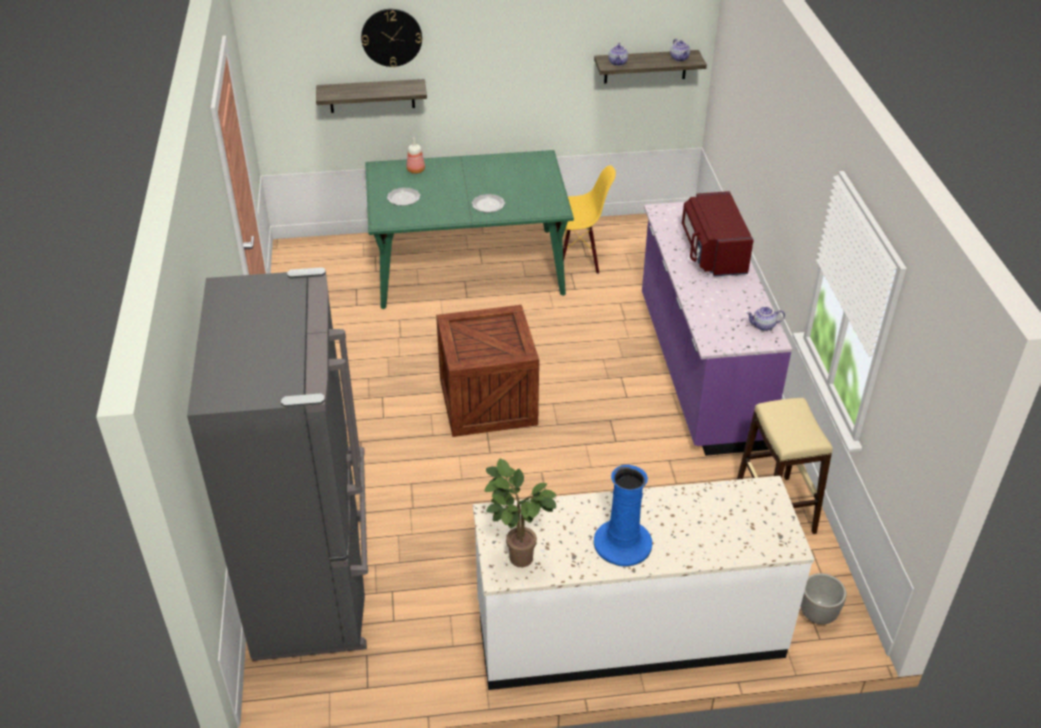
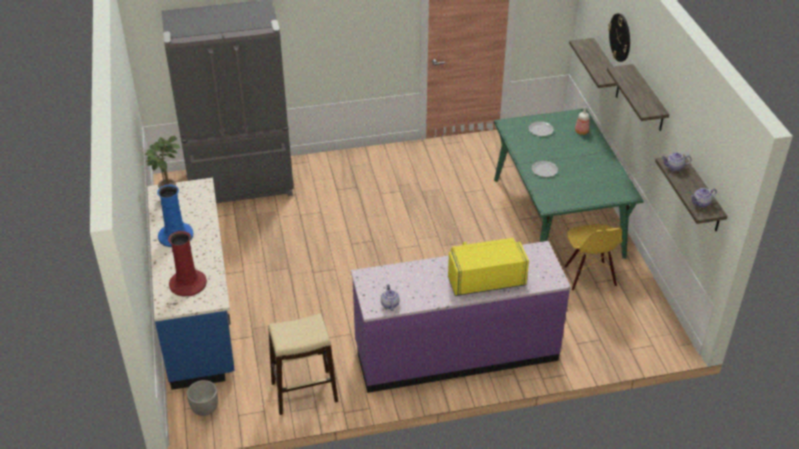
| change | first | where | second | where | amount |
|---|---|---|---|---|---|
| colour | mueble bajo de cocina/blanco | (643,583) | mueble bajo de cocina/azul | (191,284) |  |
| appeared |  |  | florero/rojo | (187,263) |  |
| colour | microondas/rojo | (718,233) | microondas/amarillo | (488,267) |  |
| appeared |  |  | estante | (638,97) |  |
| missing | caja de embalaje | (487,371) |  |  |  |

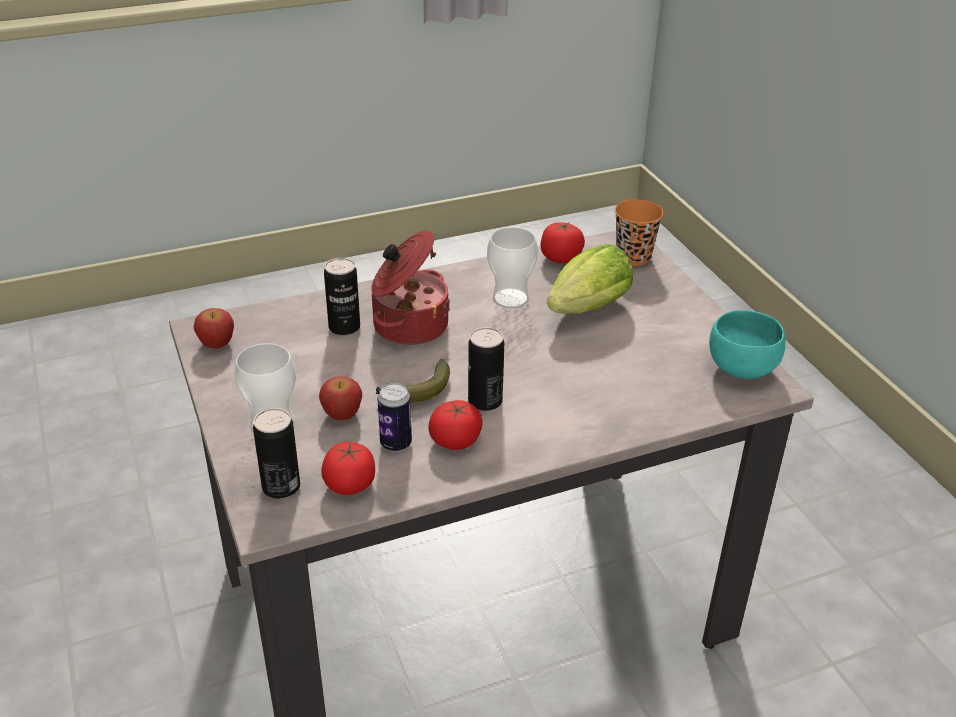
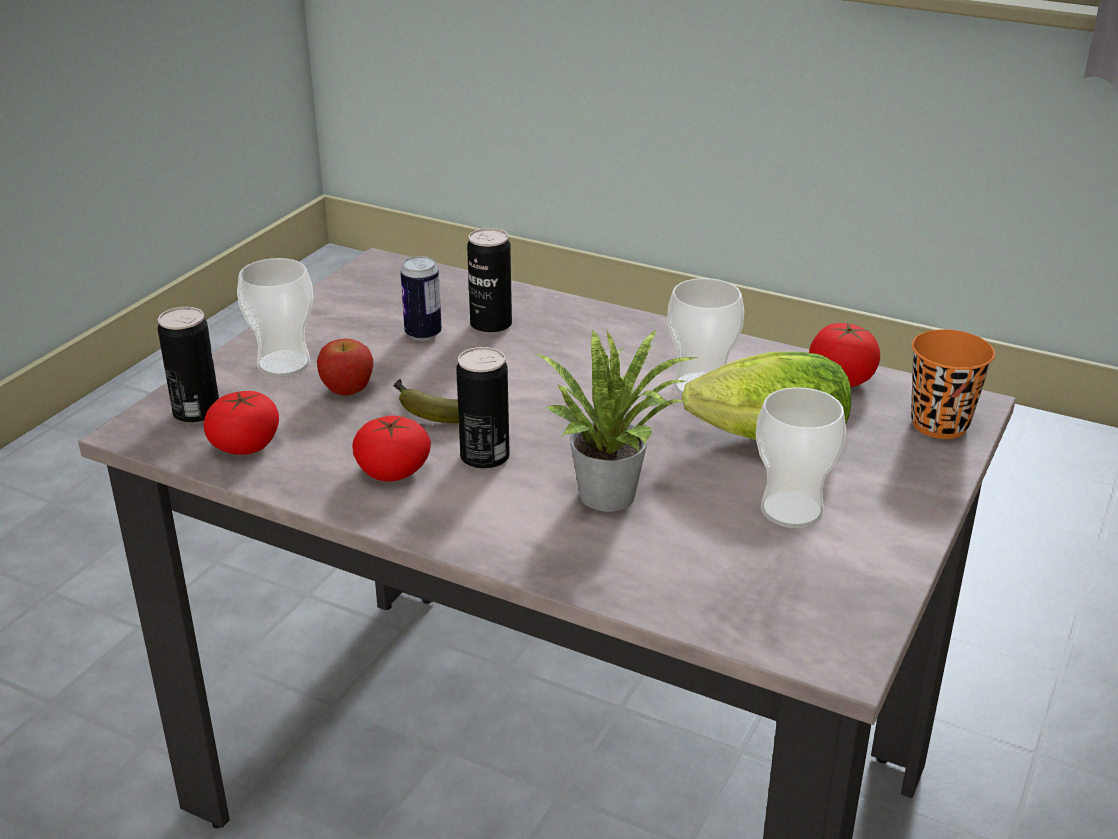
| change | first | where | second | where | amount |
|---|---|---|---|---|---|
| relocated | lata | (394,417) |  | (421,298) |  |
| appeared |  |  | planta en maceta | (616,420) |  |
| appeared |  |  | taza | (801,457) |  |
| missing | manzana | (214,328) |  |  |  |
| missing | olla | (410,287) |  |  |  |
| missing | cuenco/turquesa | (747,344) |  |  |  |

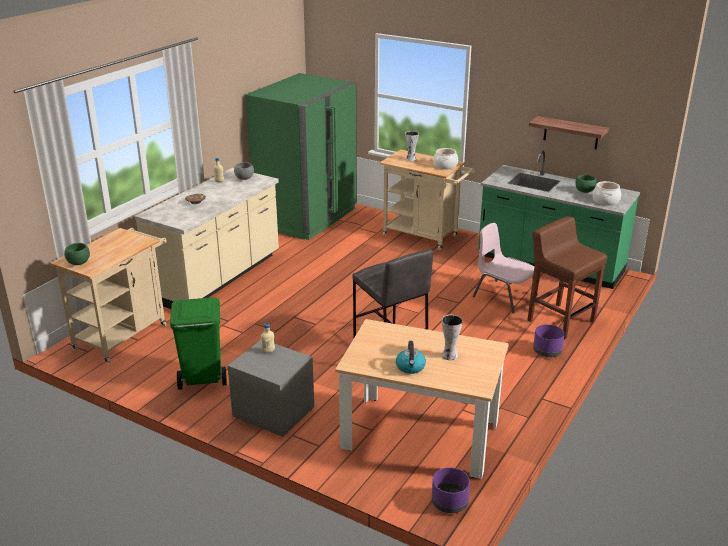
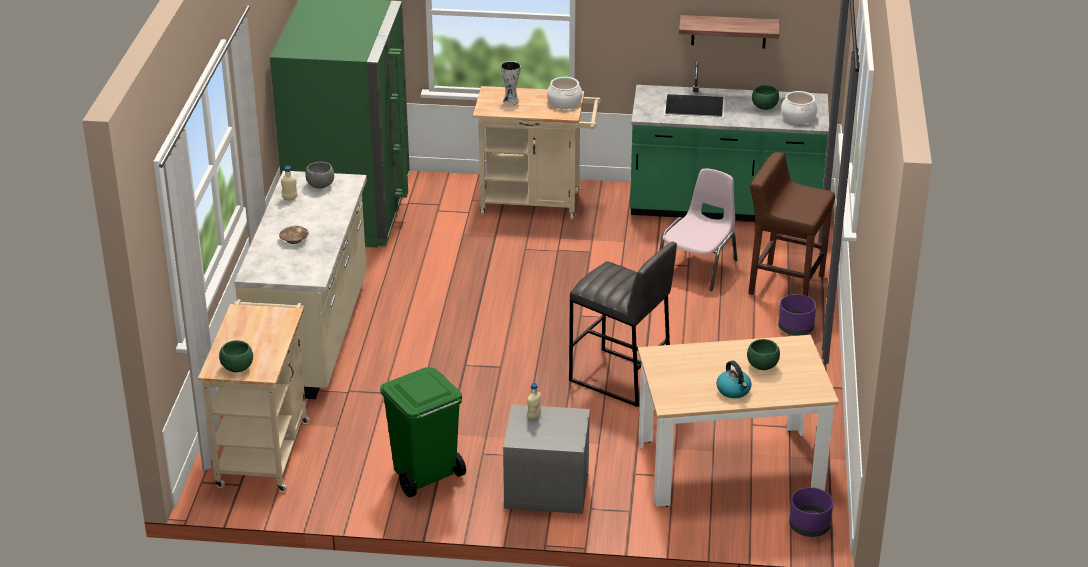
| change | first | where | second | where | amount |
|---|---|---|---|---|---|
| spun | silla/rosa | (505,268) |  | (698,230) | 105 degrees clockwise |
| exchanged | florero | (452,337) | cuenco/verde | (763,354) |  |

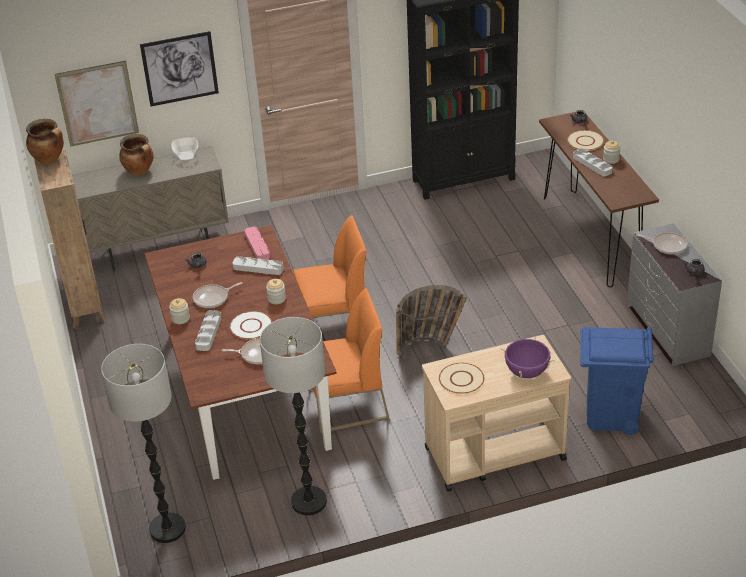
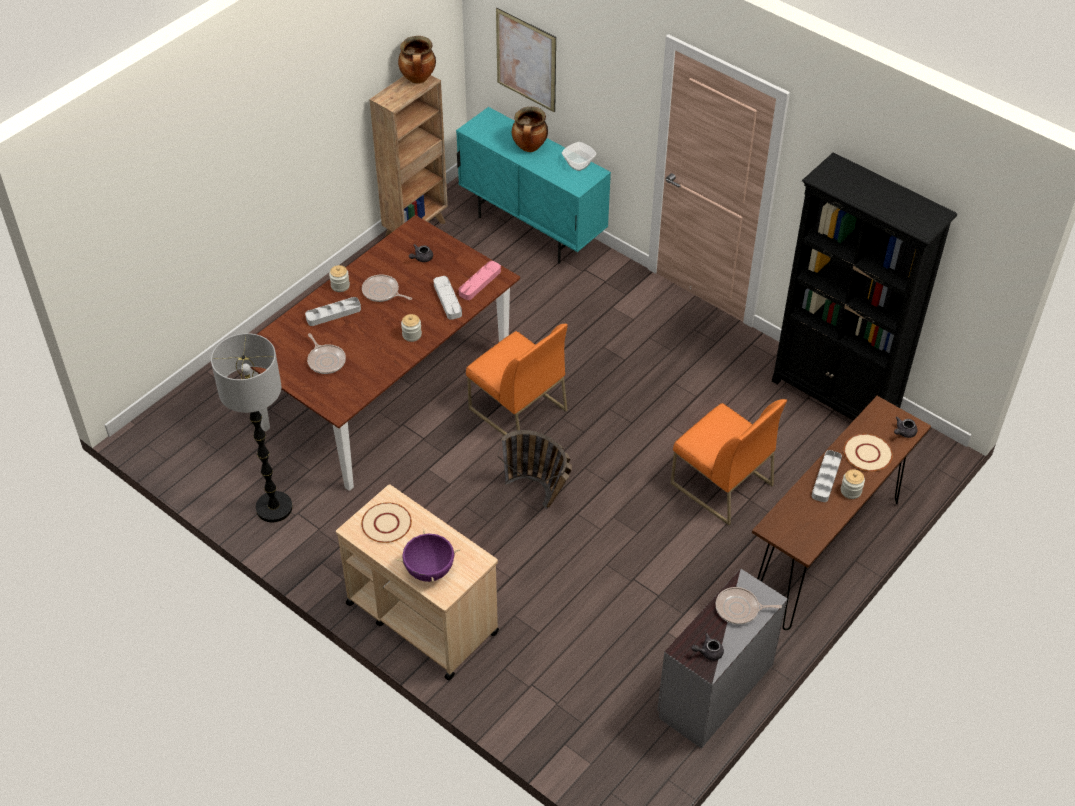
| change | first | where | second | where | amount |
|---|---|---|---|---|---|
| colour | armario/beis | (150,208) | armario/turquesa | (533,185) |  |
| relocated | silla/naranja | (348,360) |  | (729,462) |  |
| spun | sartén | (662,243) |  | (748,606) | 105 degrees clockwise |
| missing | lámpara de pie | (143,443) |  |  |  |
| missing | cuadro | (179,68) |  |  |  |
| missing | plato/blanco | (250,325) |  |  |  |
| missing | papelera/azul | (617,381) |  |  |  |

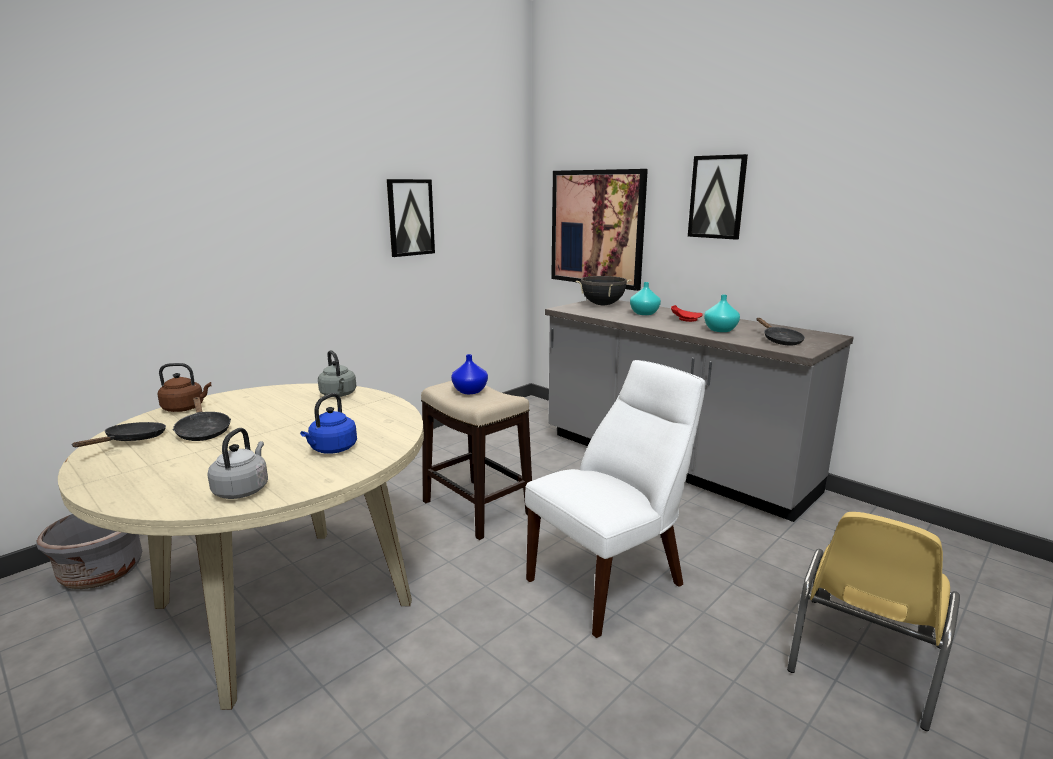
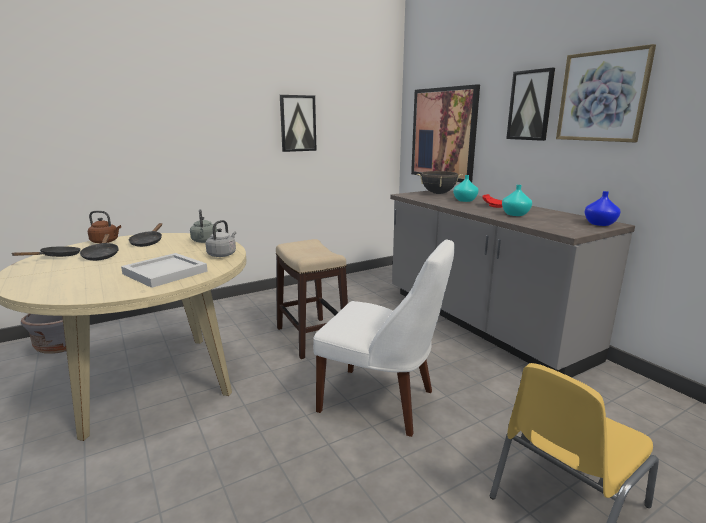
| change | first | where | second | where | amount |
|---|---|---|---|---|---|
| exchanged | hervidor/azul | (328,423) | bandeja/blanco | (164,270) |  |
| relocated | sartén/negro | (781,332) |  | (145,235) |  |
| relocated | hervidor/gris | (237,463) |  | (220,238) |  |
| spun | silla/blanco | (615,499) |  | (384,338) | 45 degrees clockwise |
| appeared |  |  | cuadro | (606,93) |  |
| relocated | florero/azul | (469,374) |  | (603,208) |  |

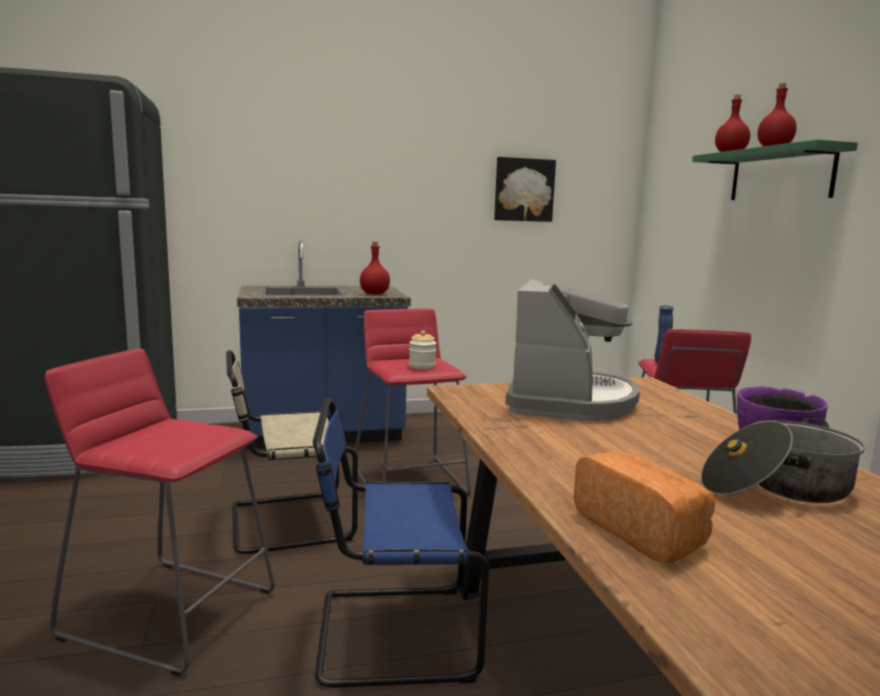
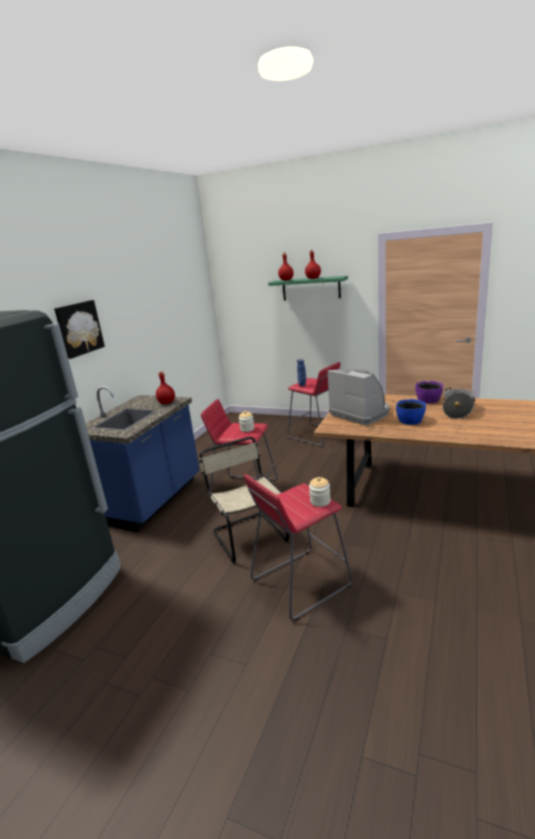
| change | first | where | second | where | amount |
|---|---|---|---|---|---|
| relocated | cuadro | (525,189) |  | (79,329) |  |
| spun | silla/beis | (292,452) |  | (244,500) | 135 degrees clockwise |
| appeared |  |  | tarro | (320,492) |  |
| appeared |  |  | cuenco/azul | (411,412) |  |
| missing | silla/azul | (401,543) |  |  |  |
| missing | pan | (644,507) |  |  |  |

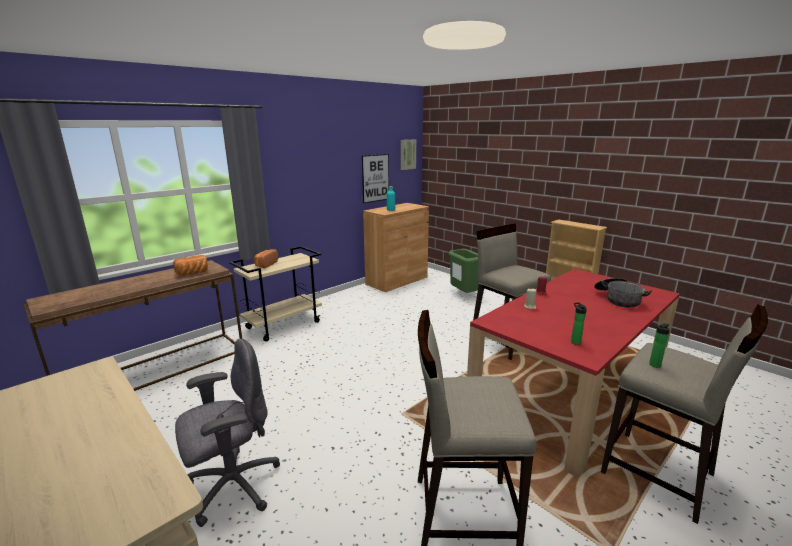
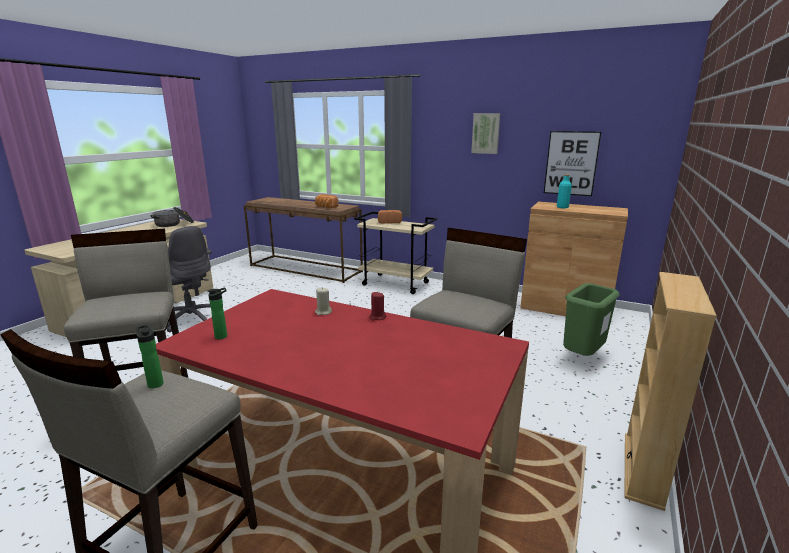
| change | first | where | second | where | amount |
|---|---|---|---|---|---|
| relocated | olla | (623,293) |  | (172,217) |  |
| relocated | cuadro | (408,154) |  | (485,133) |  |

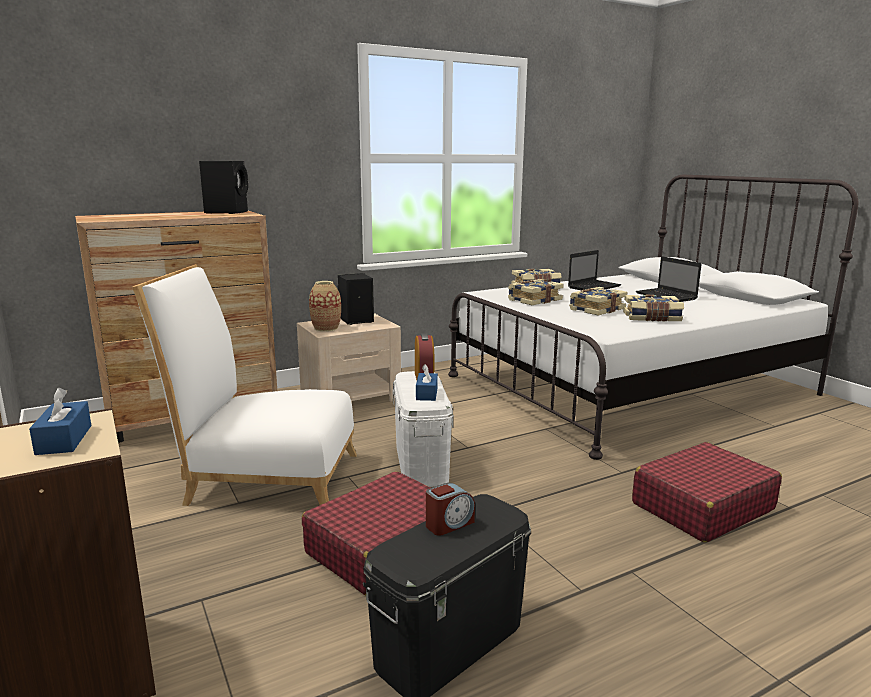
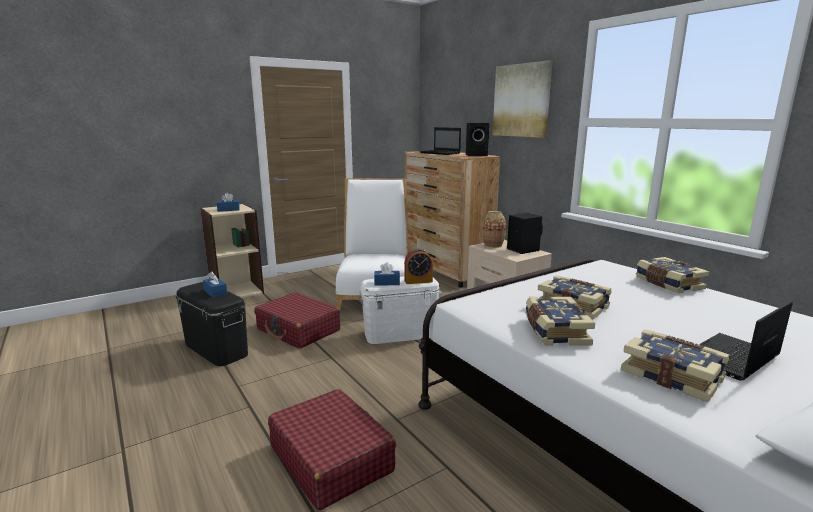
| change | first | where | second | where | amount |
|---|---|---|---|---|---|
| exchanged | despertador | (450,509) | caja de pañuelos/azul | (215,284) |  |
| relocated | portátil | (594,270) |  | (440,141) |  |
| appeared |  |  | cuadro | (522,99) |  |
| relocated | libro | (536,292) |  | (675,365) |  |

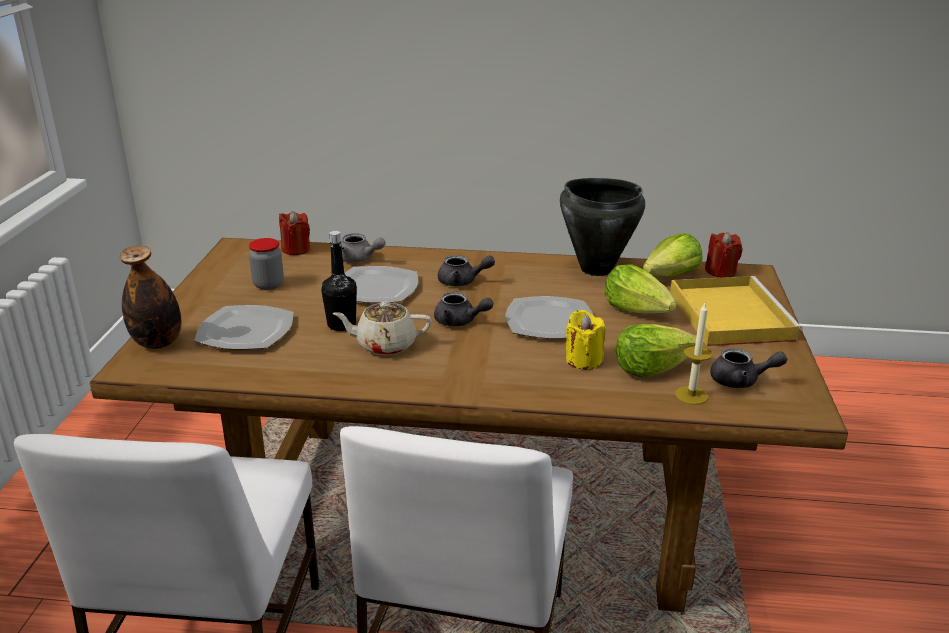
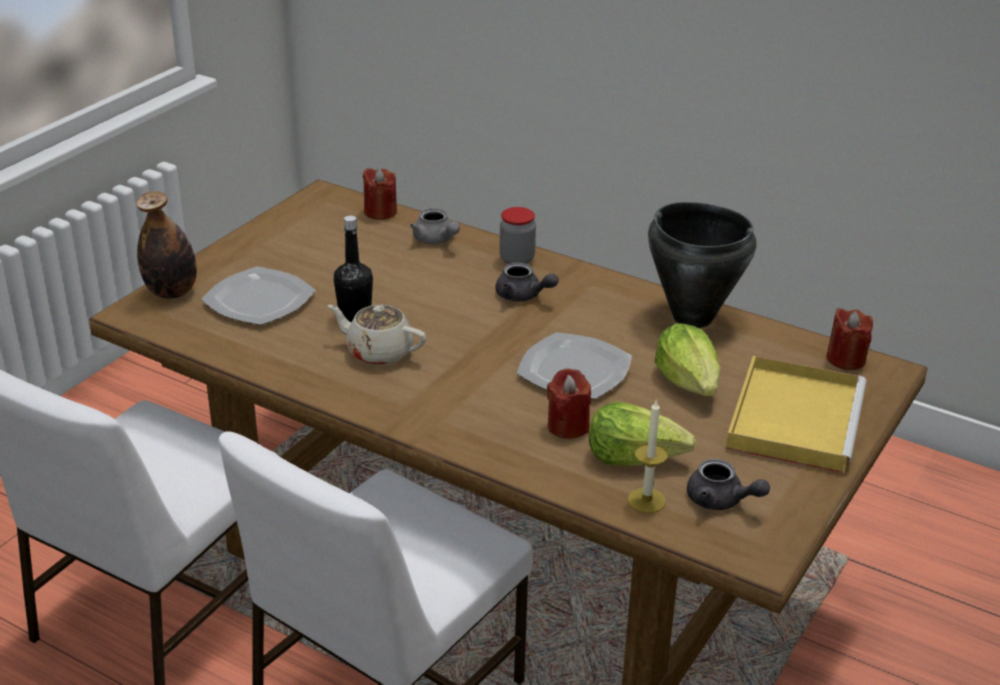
| change | first | where | second | where | amount |
|---|---|---|---|---|---|
| relocated | tarro | (266,264) |  | (518,235) |  |
| colour | vela/amarillo | (586,340) | vela/rojo | (569,403) |  |
| missing | plato | (381,284) |  |  |  |
| missing | tetera/gris | (463,309) |  |  |  |
| missing | lechuga | (672,254) |  |  |  |

